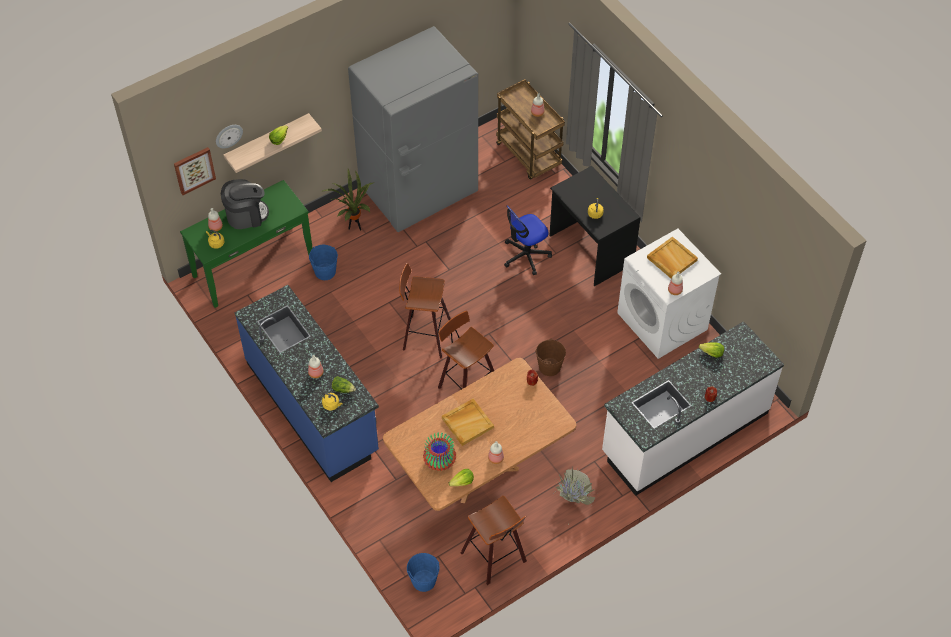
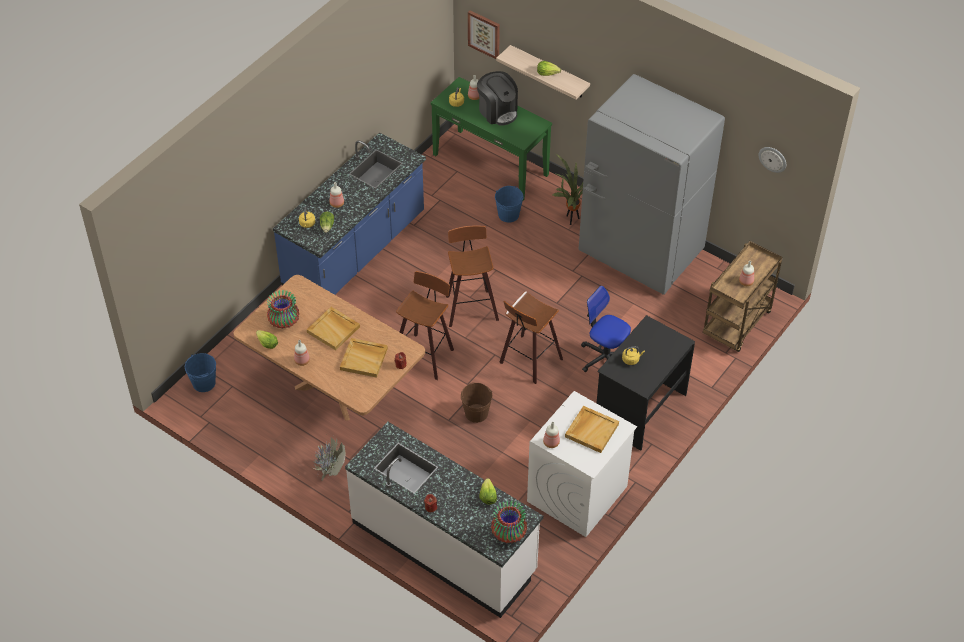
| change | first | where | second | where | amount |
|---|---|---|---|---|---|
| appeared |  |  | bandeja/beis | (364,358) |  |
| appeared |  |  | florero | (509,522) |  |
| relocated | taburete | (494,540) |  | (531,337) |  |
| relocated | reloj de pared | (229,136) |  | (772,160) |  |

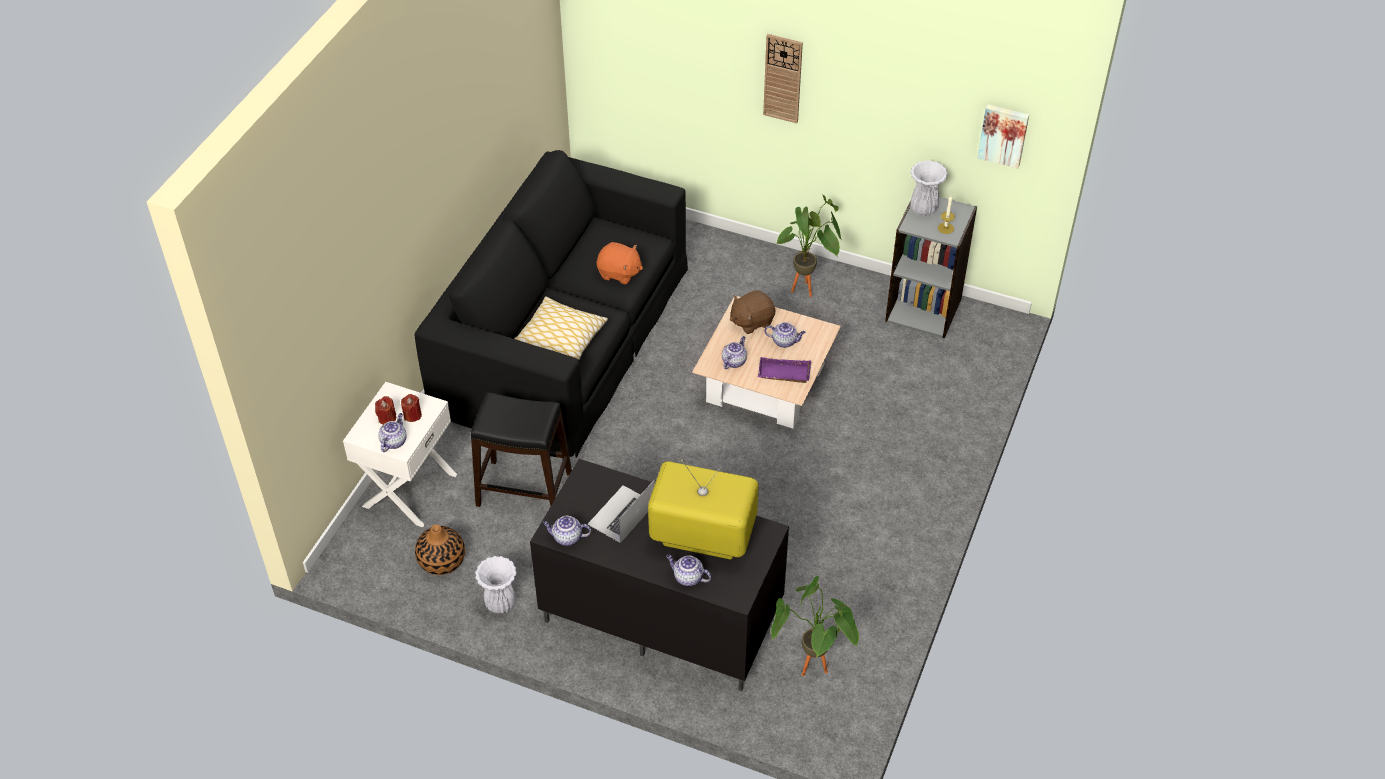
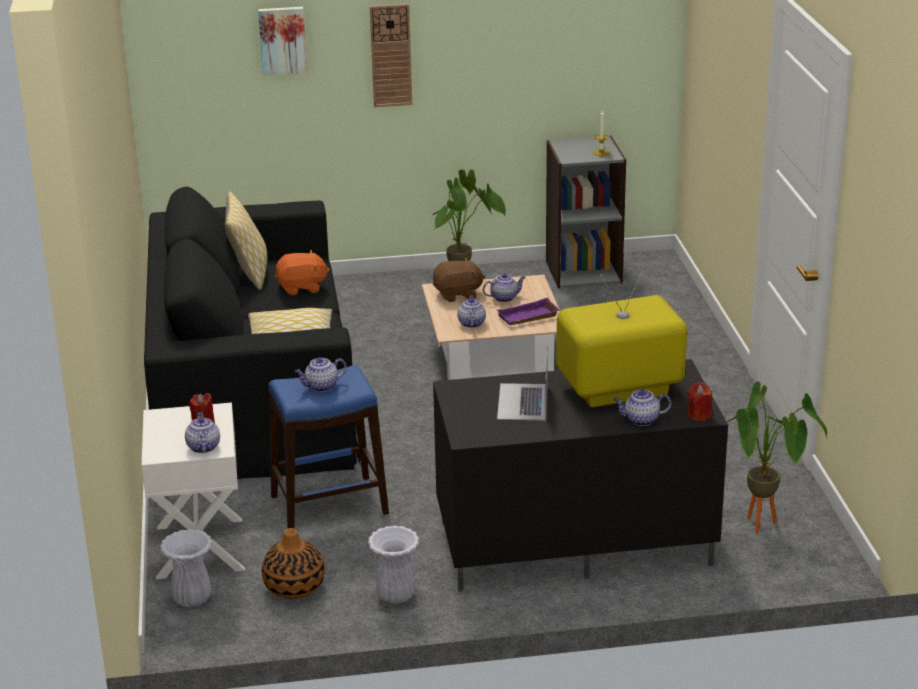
| change | first | where | second | where | amount |
|---|---|---|---|---|---|
| relocated | florero/blanco | (929,188) |  | (186,568) |  |
| appeared |  |  | cojín | (246,240) |  |
| relocated | cuadro | (1003,136) |  | (282,41) |  |
| colour | taburete/negro | (521,449) | taburete/azul | (329,447) |  |
| relocated | tetera | (566,531) |  | (320,374) |  |
| spun | peluche/marrón | (752,312) |  | (459,280) | 135 degrees counterclockwise |
| relocated | vela/rojo | (385,410) |  | (699,401) |  |

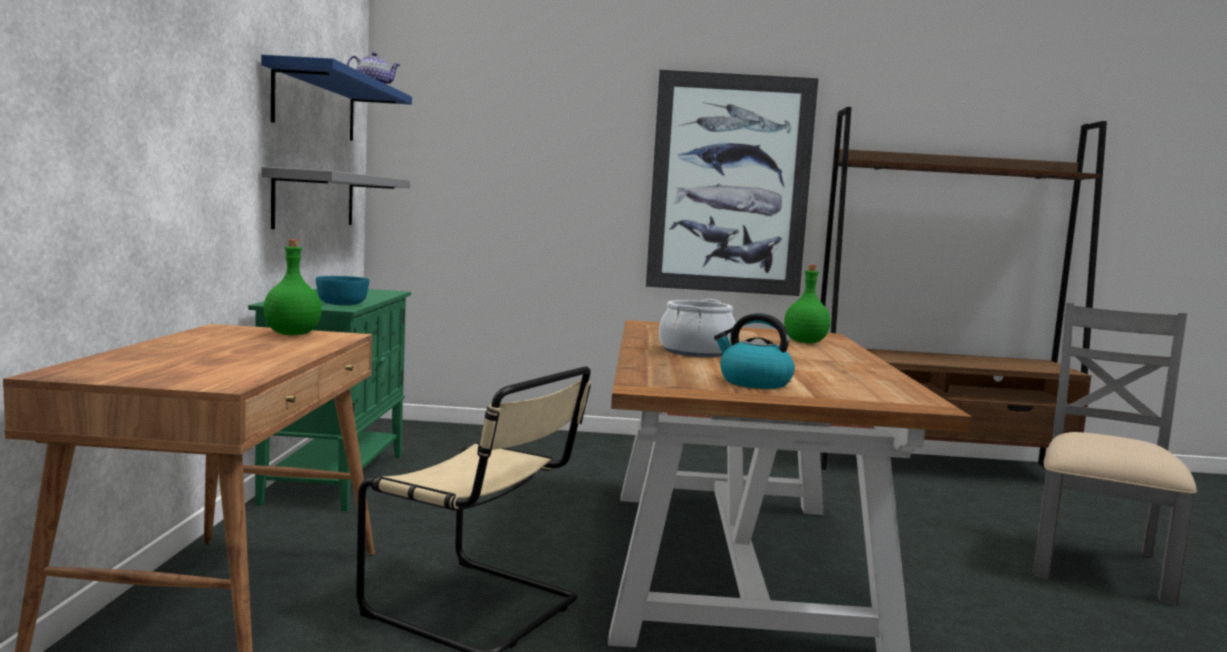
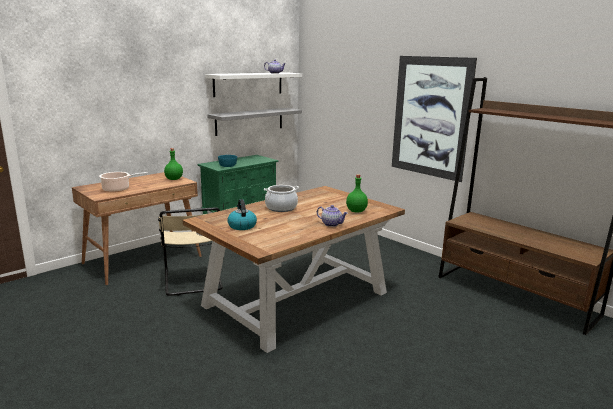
| change | first | where | second | where | amount |
|---|---|---|---|---|---|
| appeared |  |  | olla | (123,182) |  |
| colour | estante/azul | (336,98) | estante/blanco | (253,84) |  |
| appeared |  |  | tetera | (332,216) |  |
| missing | silla/gris | (1115,454) |  |  |  |

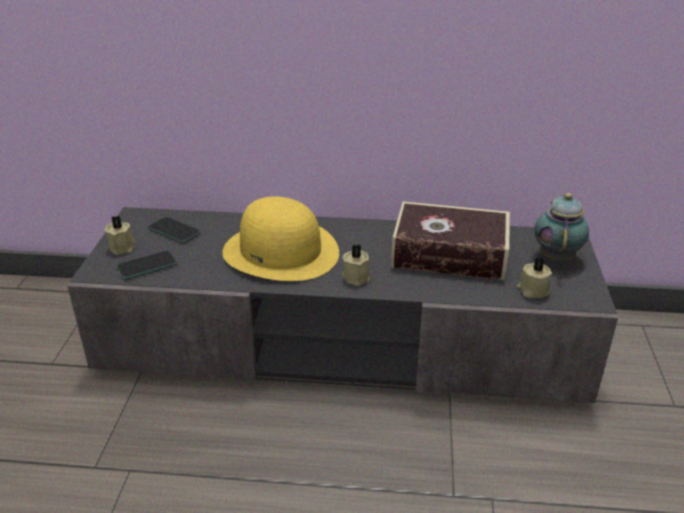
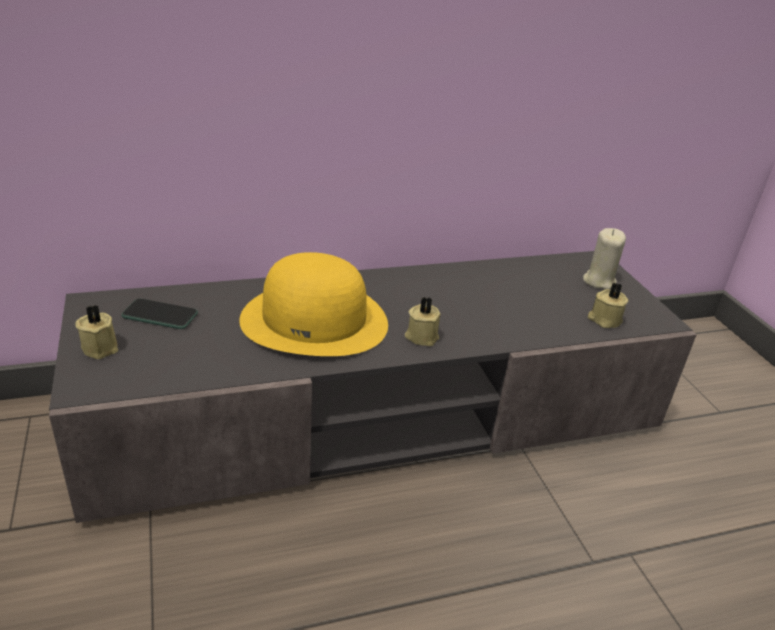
| change | first | where | second | where | amount |
|---|---|---|---|---|---|
| exchanged | tetera | (561,227) | vela/beis | (604,258) |  |
| missing | móvil | (146,265) |  |  |  |
| missing | libro | (450,240) |  |  |  |

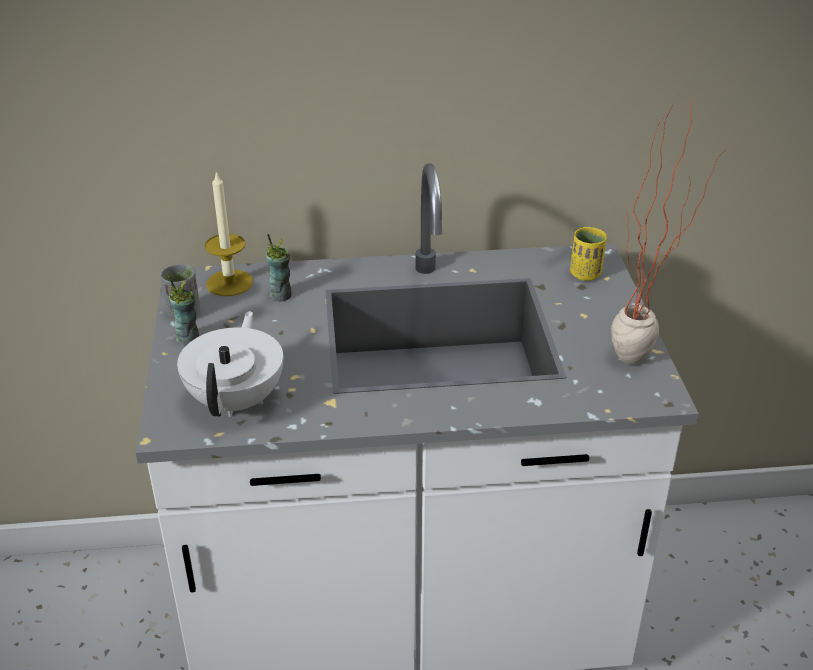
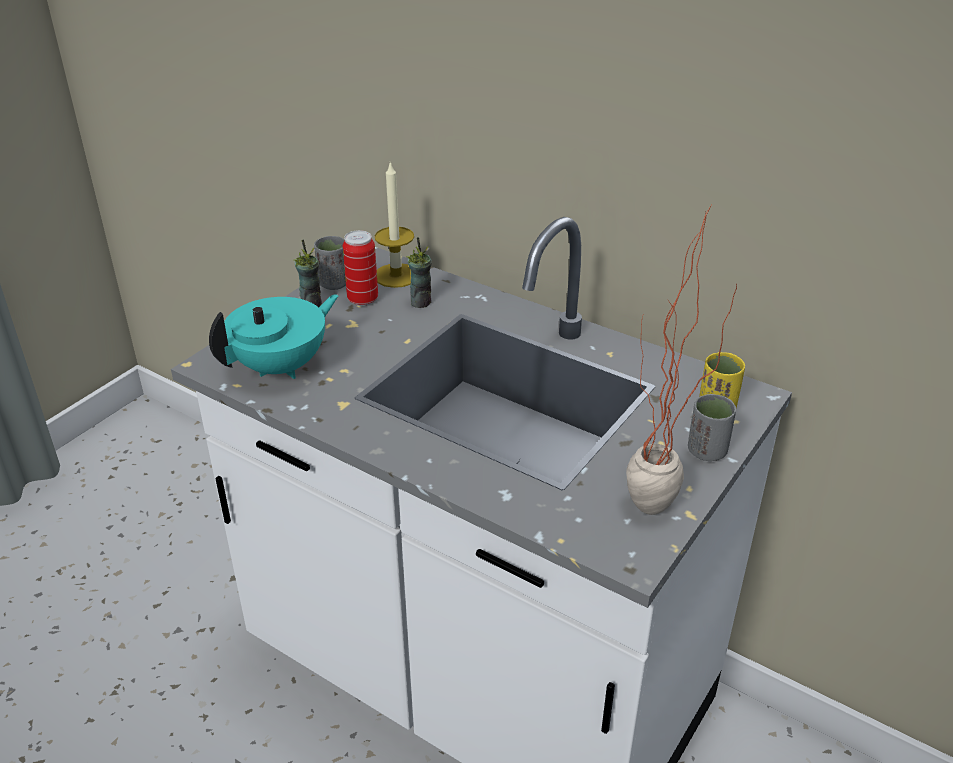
| change | first | where | second | where | amount |
|---|---|---|---|---|---|
| colour | tetera/blanco | (230,364) | tetera/turquesa | (274,336) |  |
| appeared |  |  | lata | (360,268) |  |
| appeared |  |  | taza/gris | (712,427) |  |

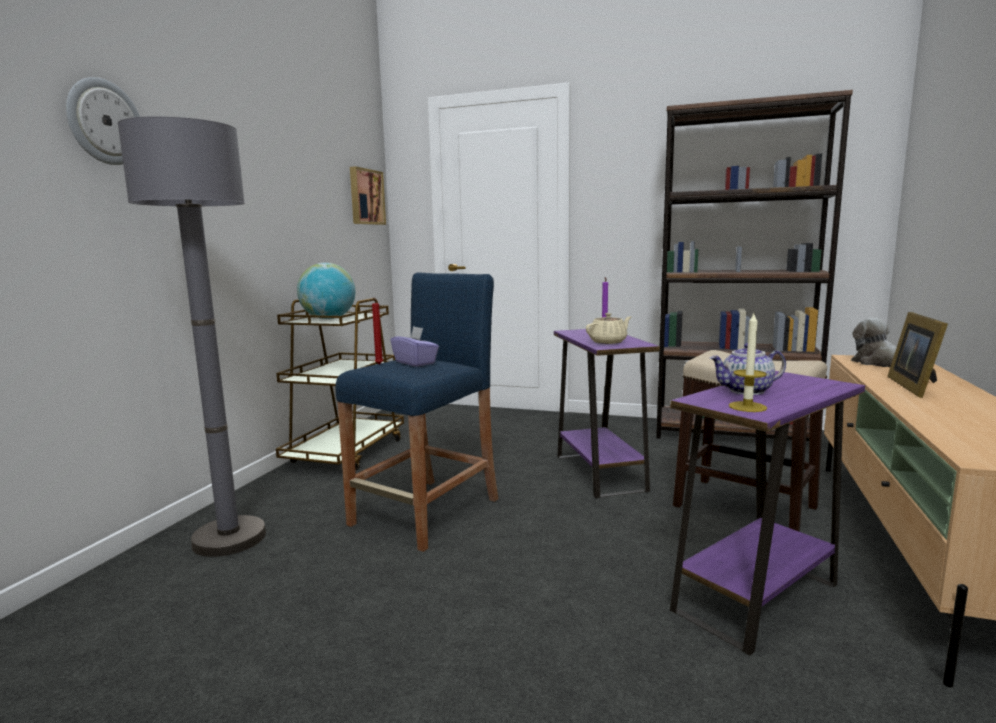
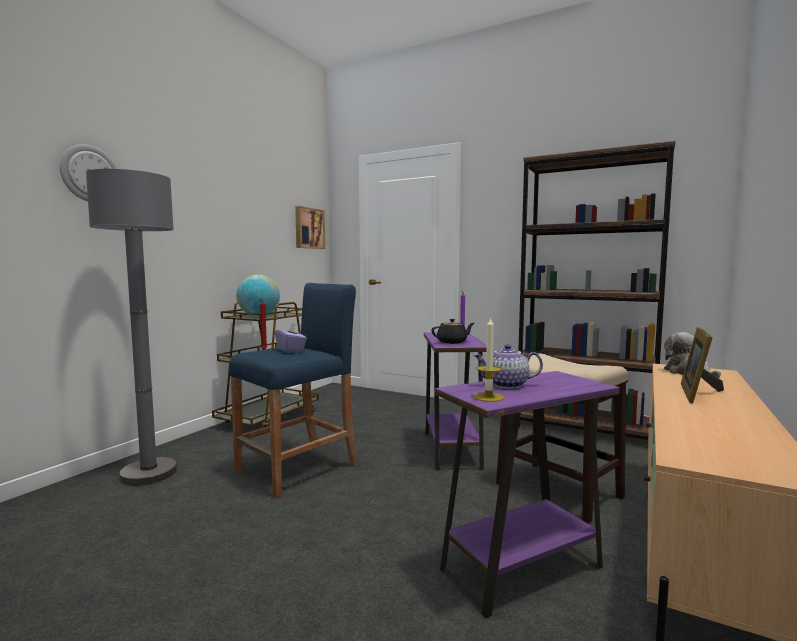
| change | first | where | second | where | amount |
|---|---|---|---|---|---|
| colour | tetera/beis | (609,328) | tetera/negro | (452,331) |  |

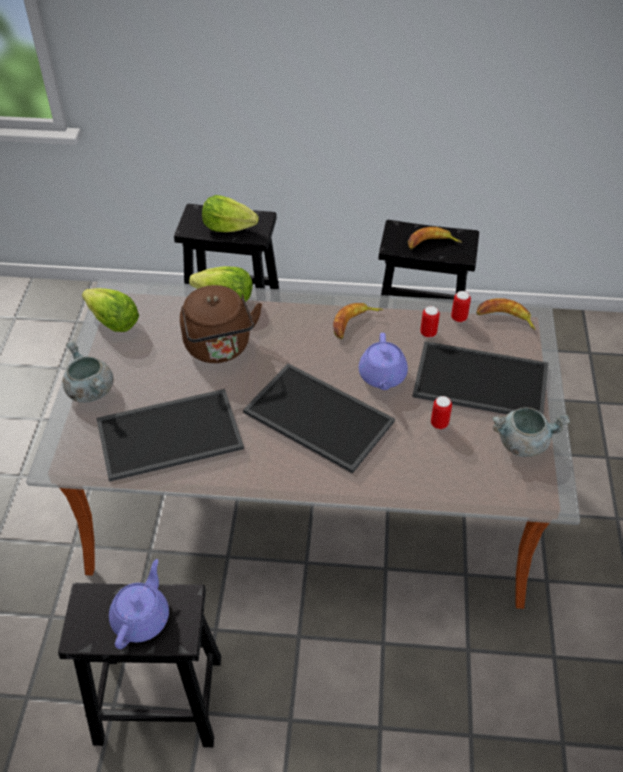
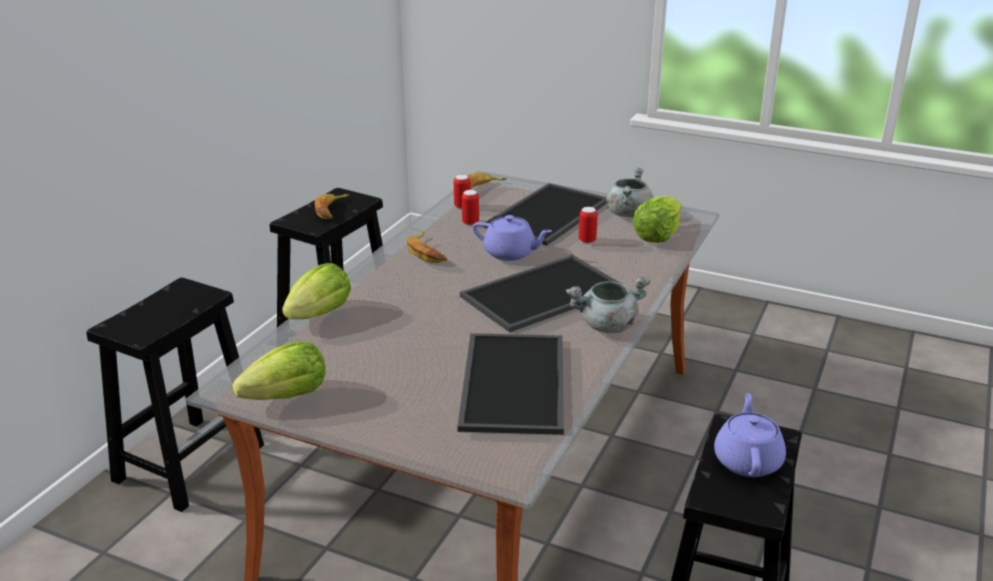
| change | first | where | second | where | amount |
|---|---|---|---|---|---|
| relocated | olla/gris | (88,372) |  | (608,304) |  |
| relocated | lechuga | (230,213) |  | (657,219) |  |
| spun | tetera/morado | (139,604) |  | (750,435) | 60 degrees clockwise |
| missing | hervidor/marrón | (221,324) |  |  |  |

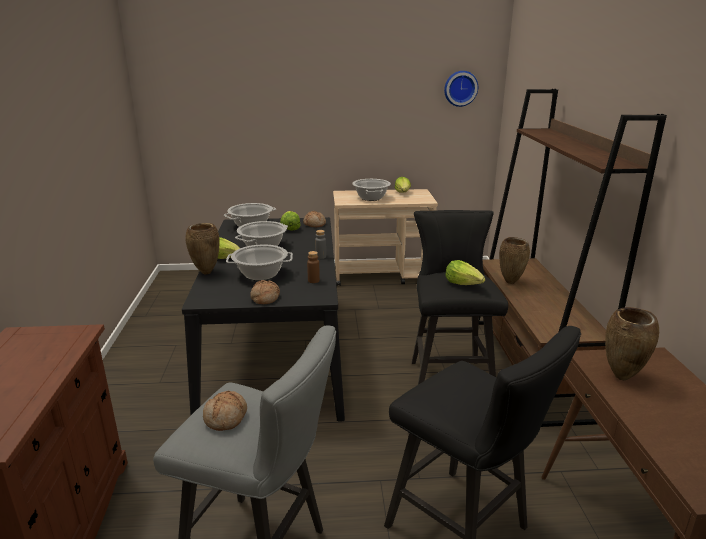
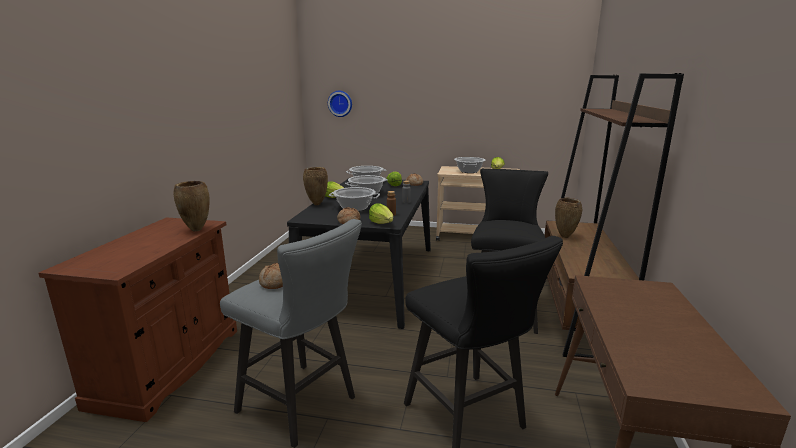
| change | first | where | second | where | amount |
|---|---|---|---|---|---|
| relocated | florero/marrón | (632,343) |  | (192,206) |  |
| relocated | reloj de pared | (461,89) |  | (340,104) |  |
| relocated | lechuga | (465,272) |  | (381,213) |  |

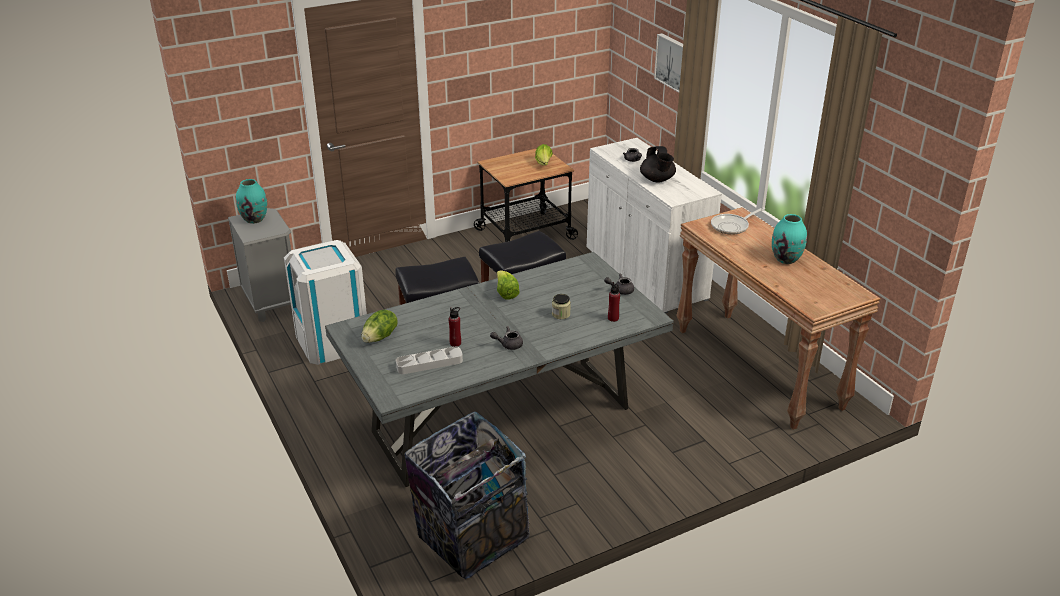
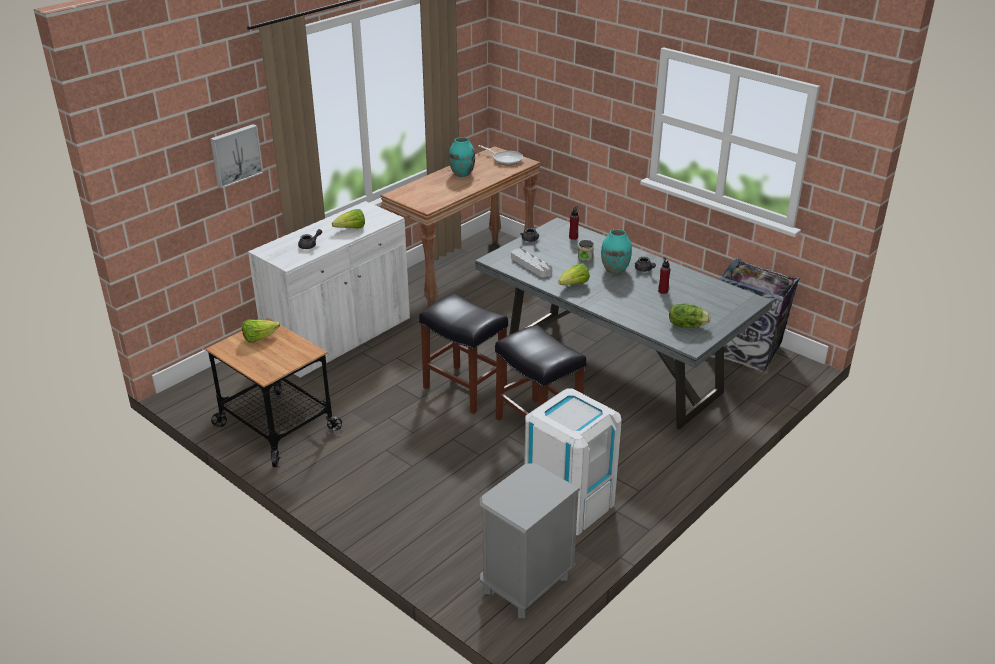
| change | first | where | second | where | amount |
|---|---|---|---|---|---|
| exchanged | tetera/negro | (658,164) | lechuga | (348,219) |  |
| relocated | sartén | (738,221) |  | (500,155) |  |
| relocated | bandeja/gris | (429,360) |  | (531,262) |  |
| relocated | florero/turquesa | (251,201) |  | (616,251) |  |

